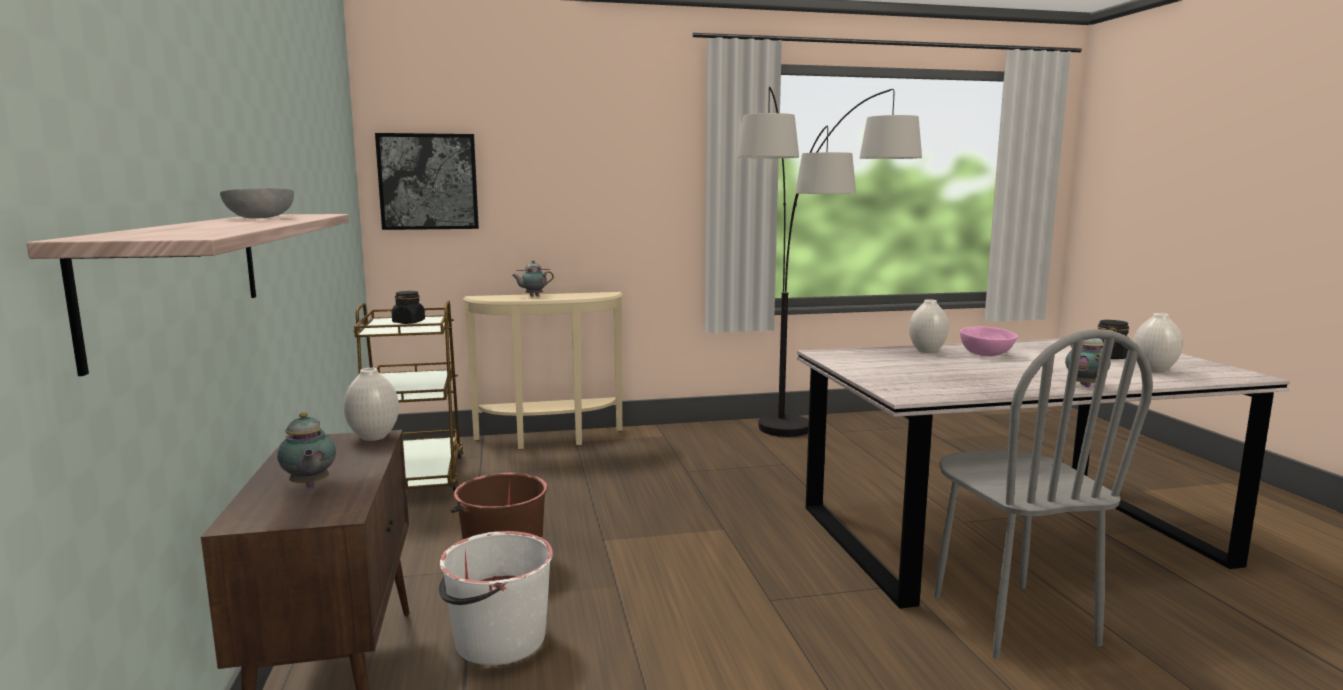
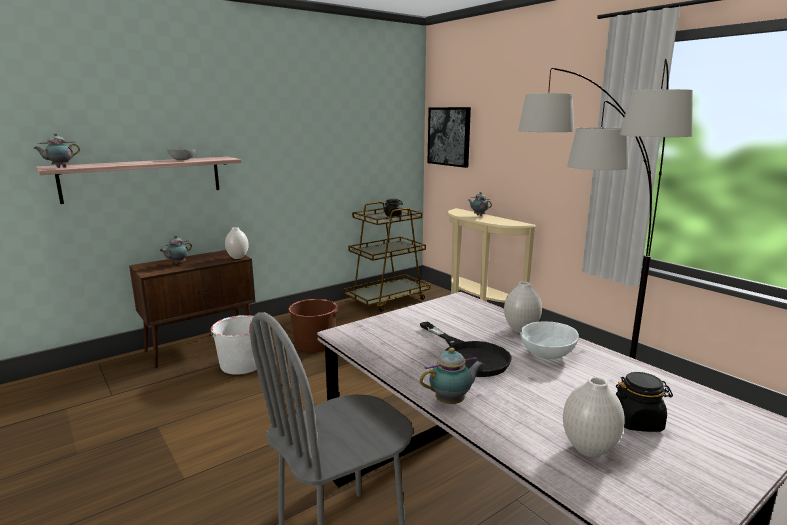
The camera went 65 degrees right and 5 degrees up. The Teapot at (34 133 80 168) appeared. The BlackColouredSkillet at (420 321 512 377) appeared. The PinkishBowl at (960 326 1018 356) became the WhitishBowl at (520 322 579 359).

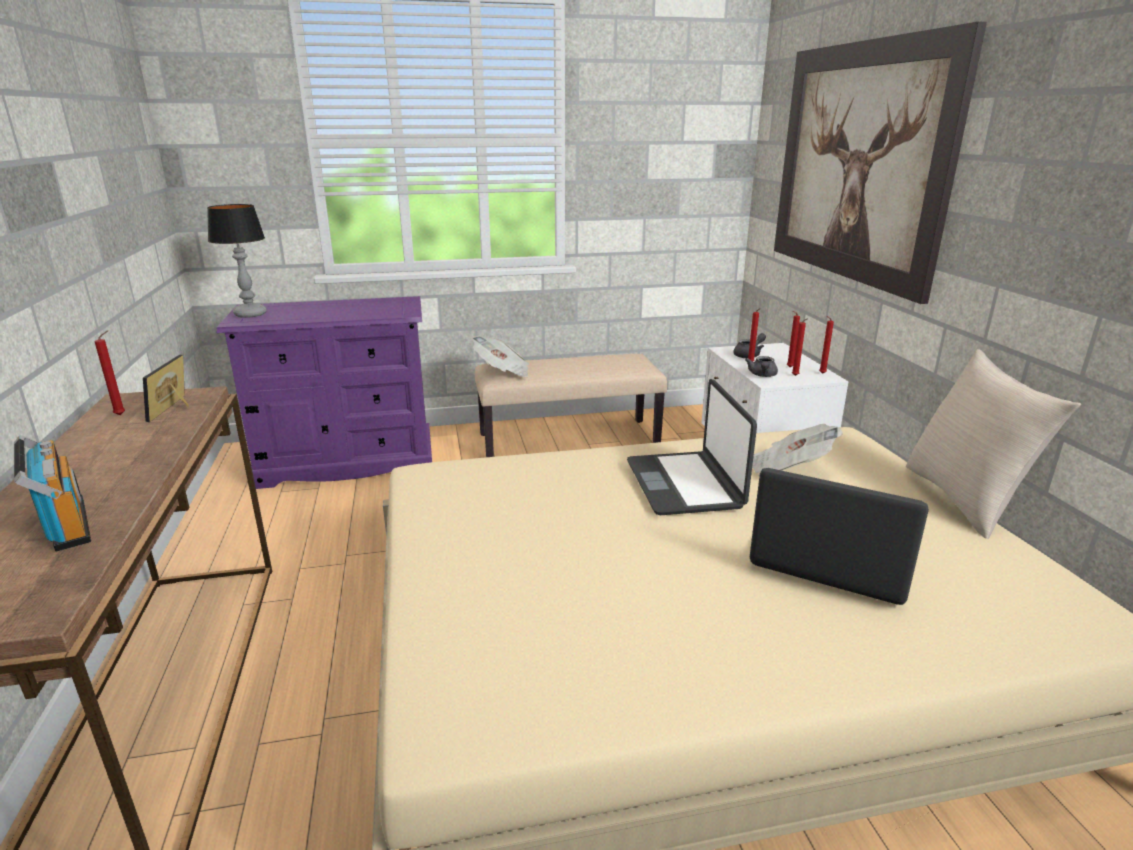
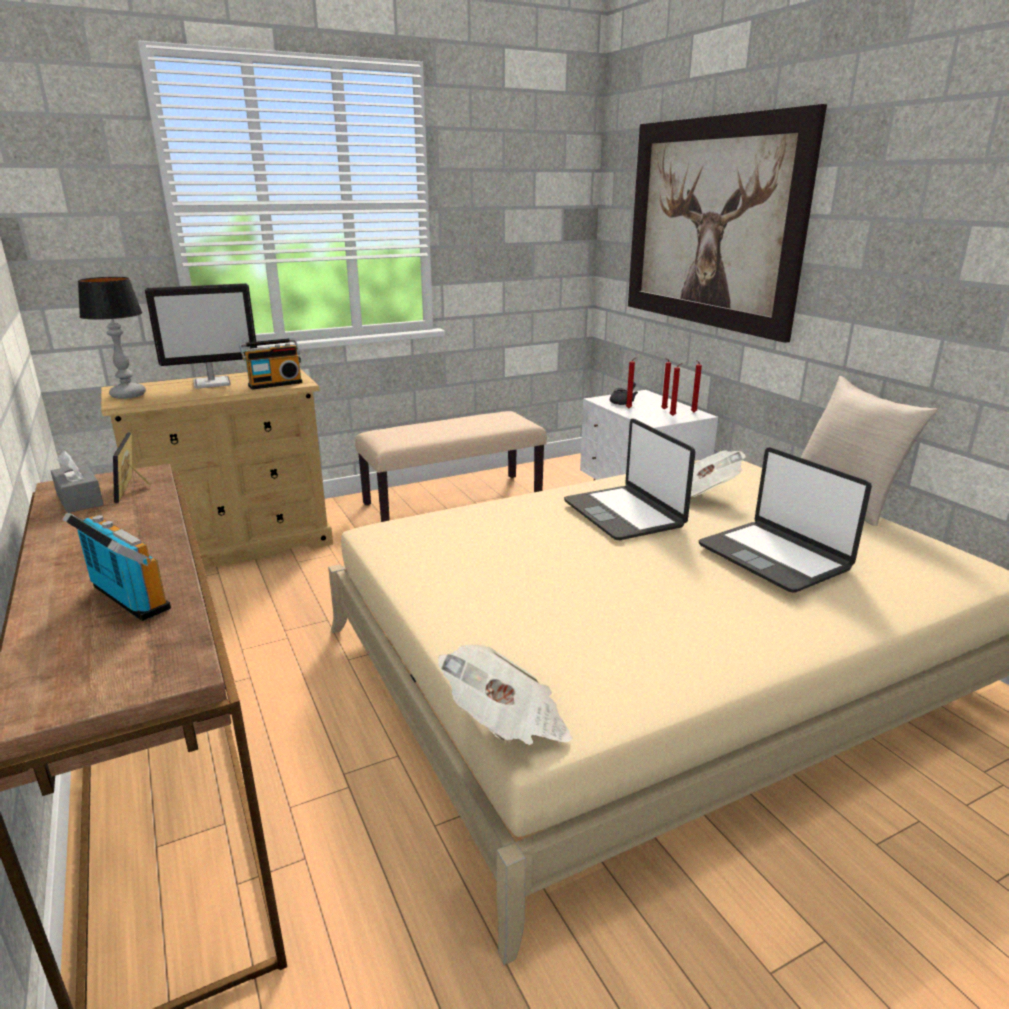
The camera went 15 degrees left and 0 degrees up. The RedCandle at (94 331 125 415) was replaced by the GrayBoxOfTissues at (51 451 104 513). The PurpleColouredDrawerChest at (216 296 432 489) became the BeigeDrawerChest at (101 369 333 568). The Monitor at (145 283 257 389) appeared. The Radio at (239 338 302 390) appeared. The DailyPaper moved from (472 336 529 377) to (438 645 572 745). The NotebookComputer at (750 468 929 605) turned 135 degrees counterclockwise. The GrayTeapot at (745 356 778 377) disappeared.

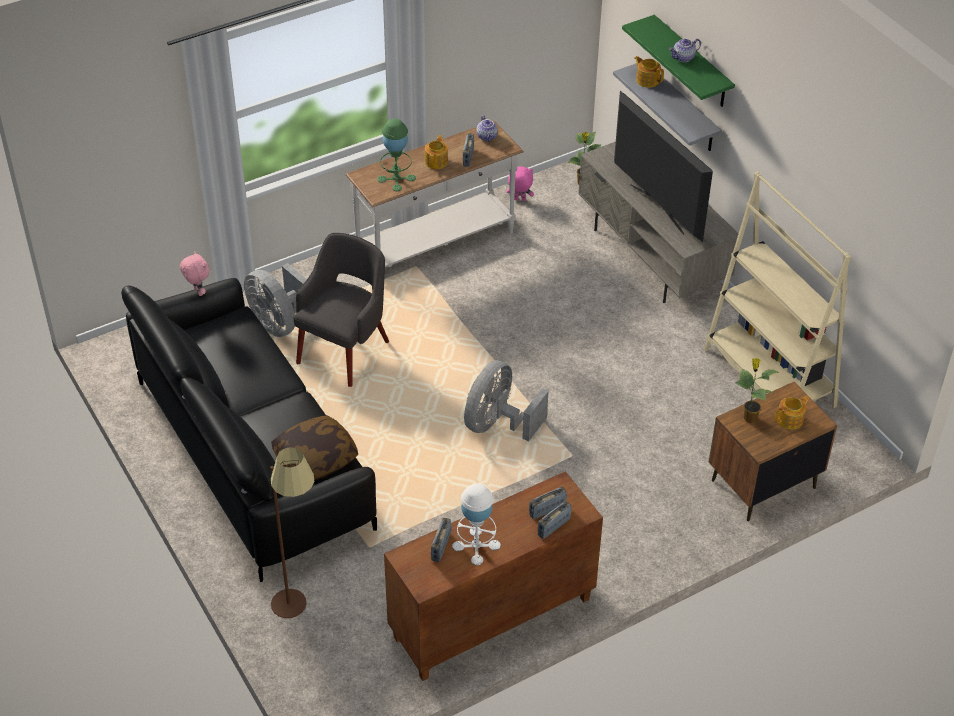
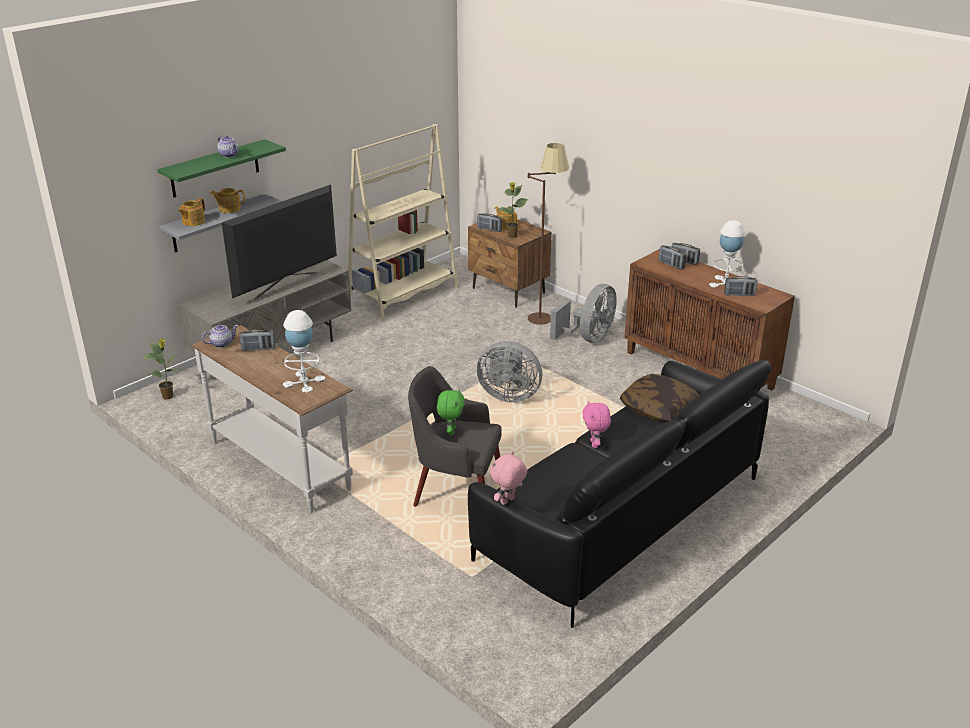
The camera went 105 degrees left and 15 degrees down. The Teapot moved from (425 135 448 169) to (210 188 245 213). The GreenLampForATable at (377 119 416 191) became the WhitishLampForATable at (283 310 325 393). The GreenPlushToy at (437 389 465 436) appeared. The Radio at (477 213 502 232) appeared. The BrownColouredStandardLamp moved from (270 447 314 618) to (528 143 569 325). The GrayCoolingFan moved from (244 263 307 337) to (550 284 617 343). The PinkishPlushToy moved from (507 166 534 201) to (582 400 611 448).

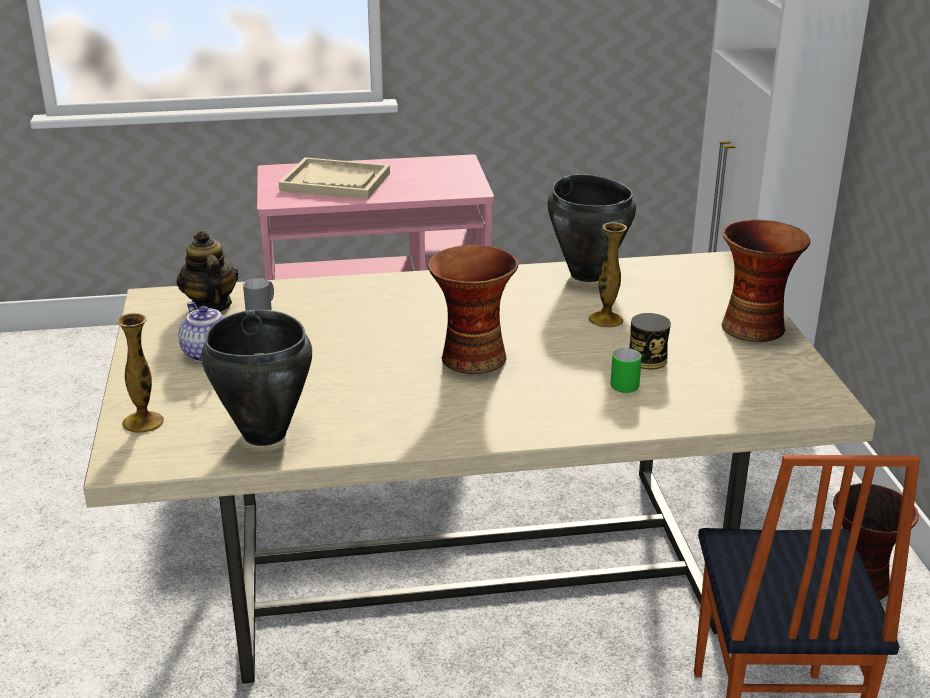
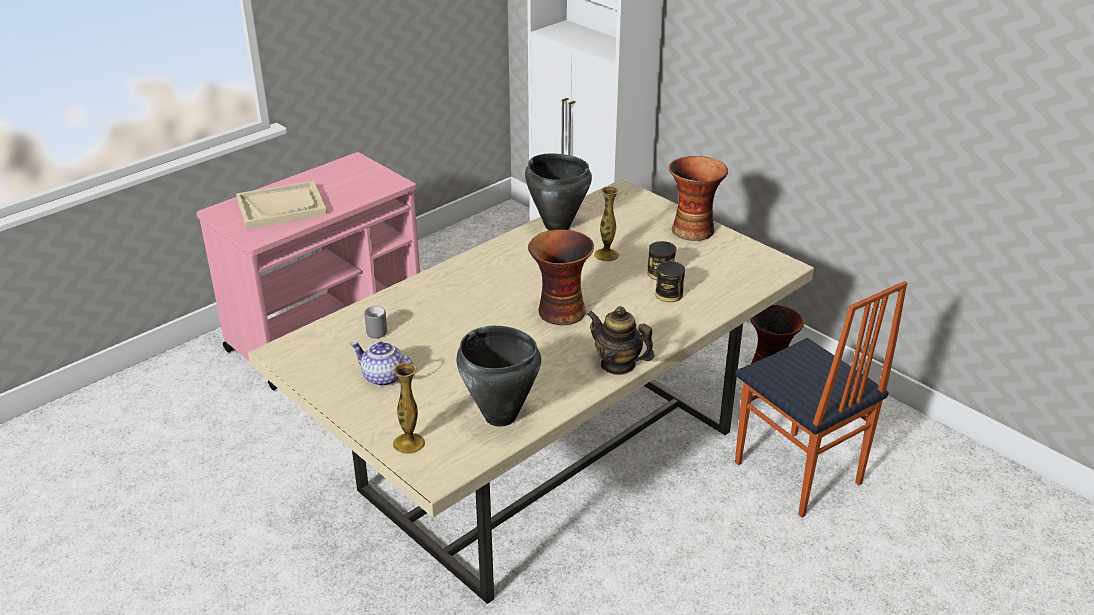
The camera went 35 degrees left and 5 degrees up. The Teapot moved from (177 230 239 312) to (587 306 654 375). The GreenCoffeeMug at (611 348 642 393) was replaced by the SealedCan at (655 261 685 302).

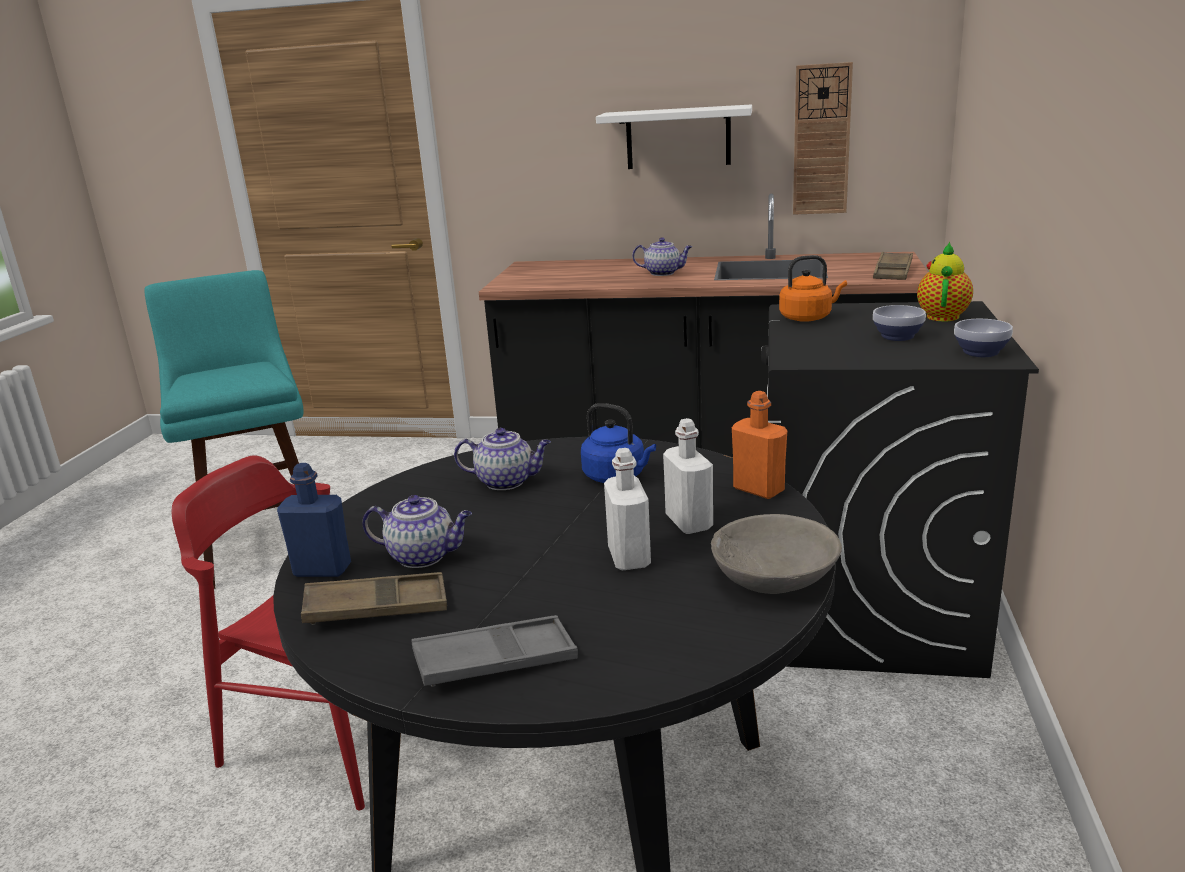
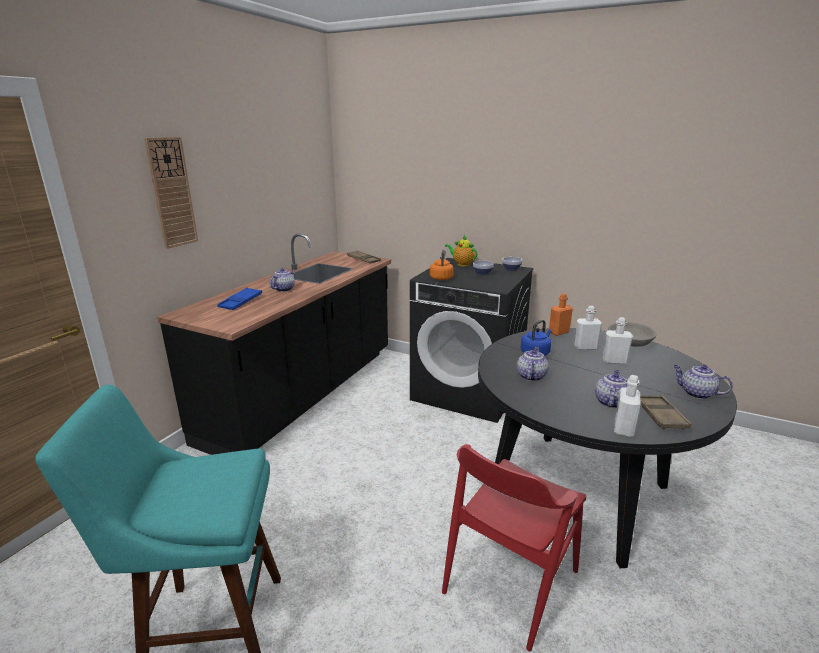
The camera went 75 degrees left and 0 degrees up. The WallClock moved from (793 62 853 215) to (144 137 198 249). The BlueCarryingTray at (217 287 262 310) appeared. The BlueDrinkBottle at (277 463 351 577) became the WhitishDrinkBottle at (614 375 641 437). The GrayCarryingTray at (411 615 578 687) was replaced by the Teapot at (673 365 733 399). The WhitishBracketShelf at (596 104 752 169) disappeared.

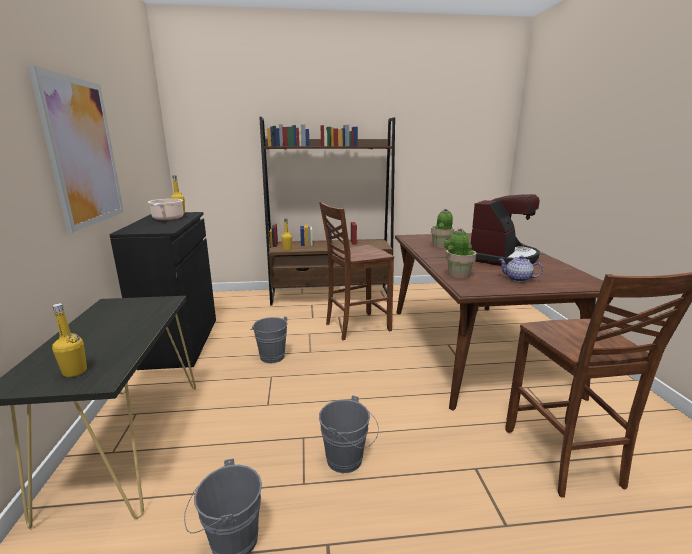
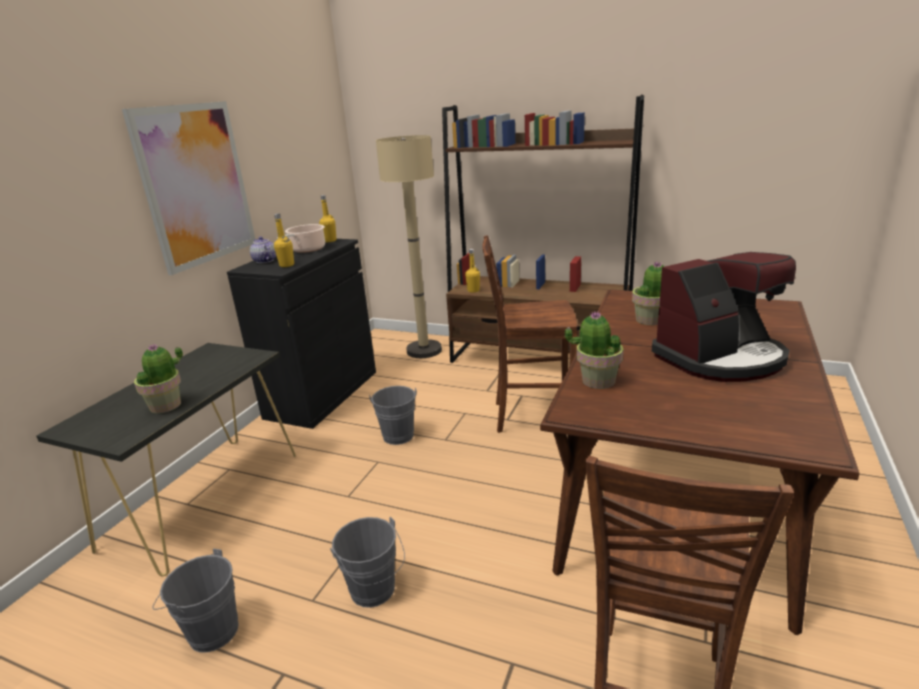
The camera went 30 degrees right and 5 degrees up. The PottedPlant at (134 343 183 414) appeared. The Teapot moved from (499 256 543 282) to (250 237 276 263). The YellowDrinkBottle moved from (52 303 87 377) to (274 213 294 267). The BeigeStandardLamp at (376 135 442 358) appeared.

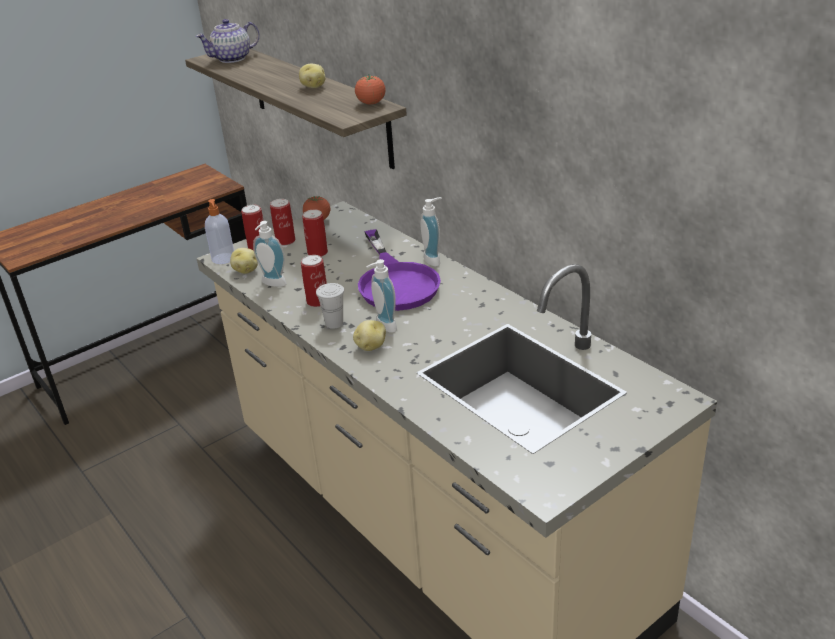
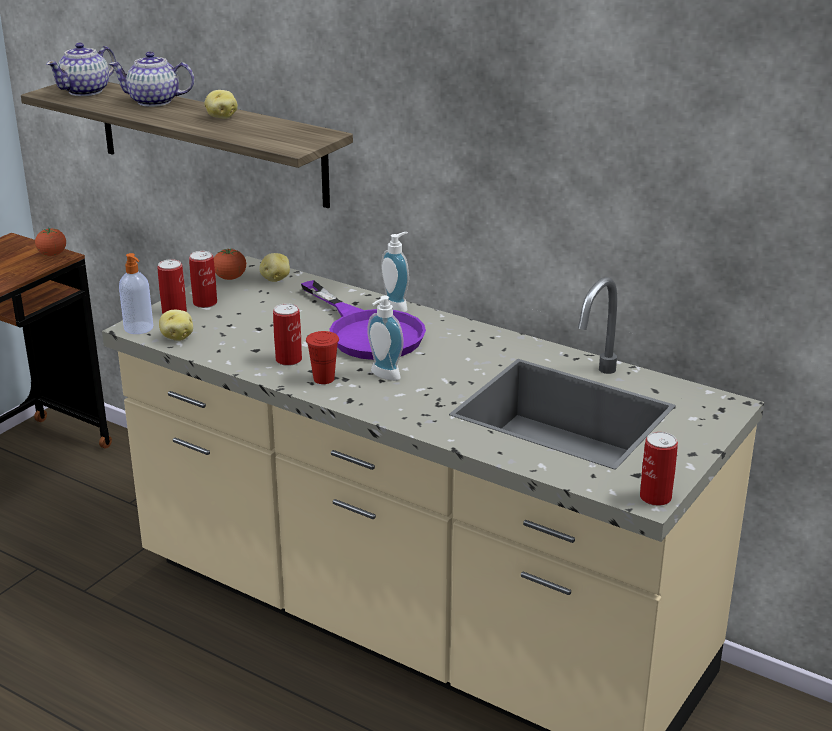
The camera went 20 degrees left and 5 degrees down. The Tomato moved from (355 74 386 104) to (35 227 66 256). The Teapot at (109 52 194 107) appeared. The Spud moved from (353 320 386 351) to (259 253 290 282). The WhitishCup at (316 283 344 329) became the RedCup at (306 331 339 384). The SealedCan moved from (302 210 328 257) to (640 432 678 506). The SoapDispenser at (253 221 287 287) disappeared.

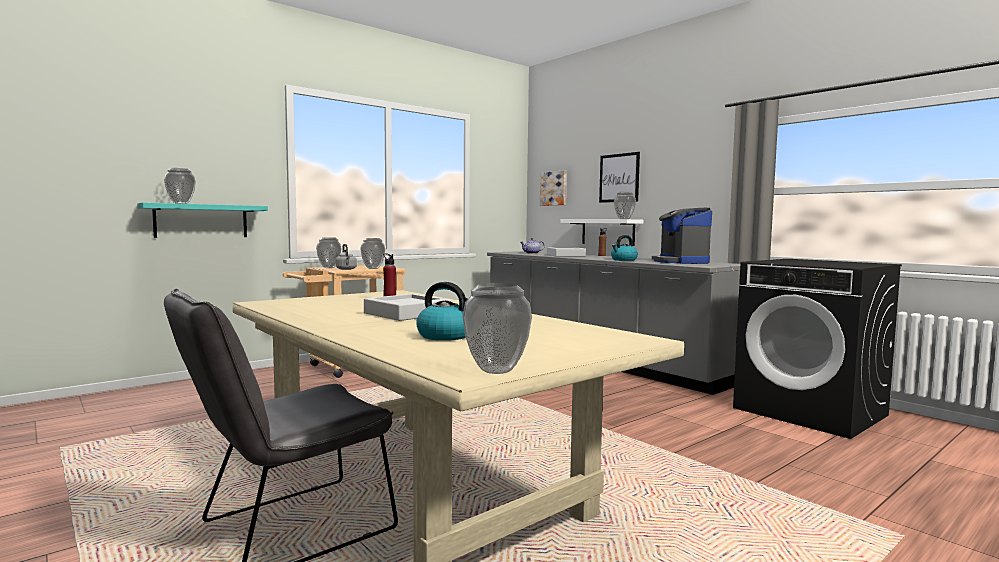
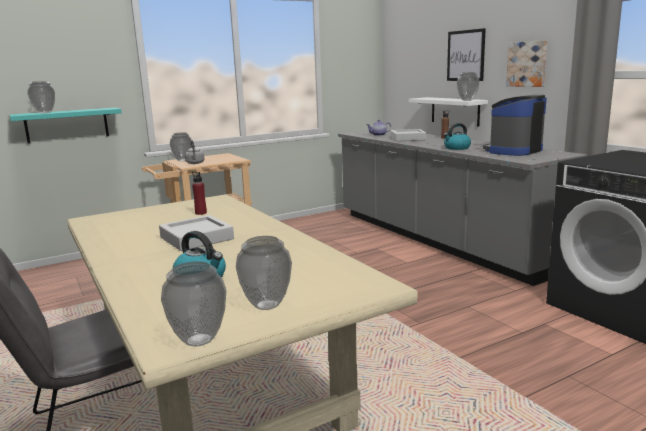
The camera went 10 degrees right and 10 degrees up. The FlowerVase moved from (360 238 385 269) to (236 236 292 310). The CoffeeMachine at (652 208 712 264) turned 45 degrees clockwise. The WallArt moved from (540 170 567 206) to (506 40 547 87).

